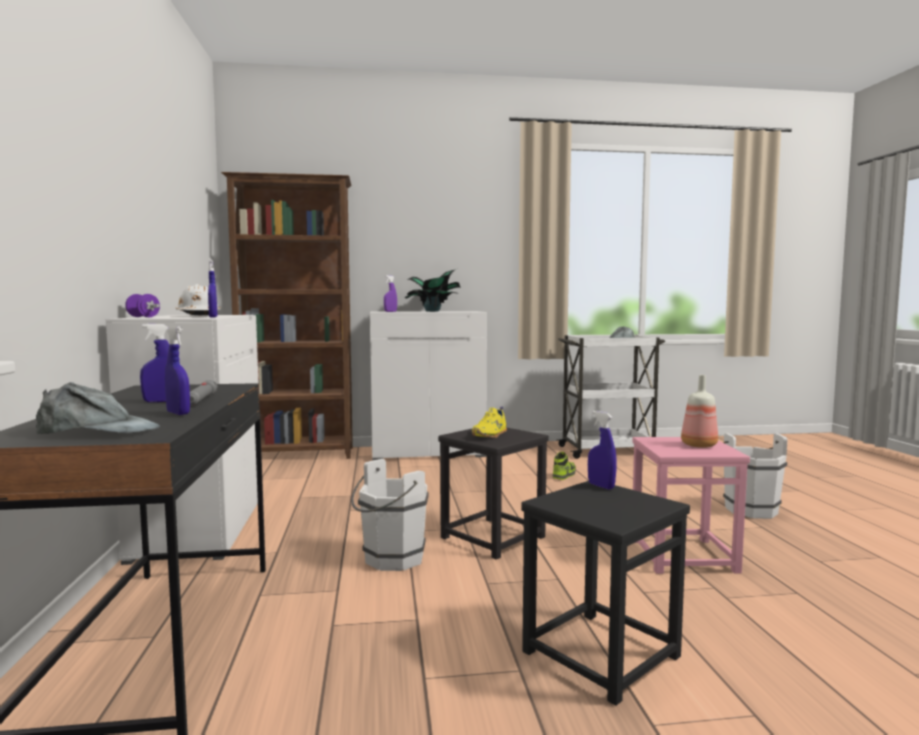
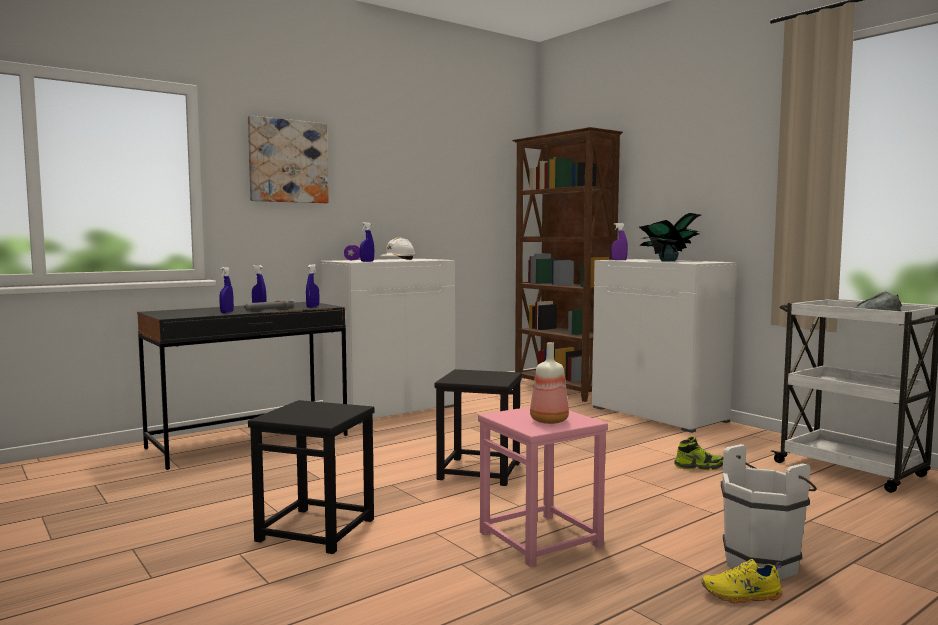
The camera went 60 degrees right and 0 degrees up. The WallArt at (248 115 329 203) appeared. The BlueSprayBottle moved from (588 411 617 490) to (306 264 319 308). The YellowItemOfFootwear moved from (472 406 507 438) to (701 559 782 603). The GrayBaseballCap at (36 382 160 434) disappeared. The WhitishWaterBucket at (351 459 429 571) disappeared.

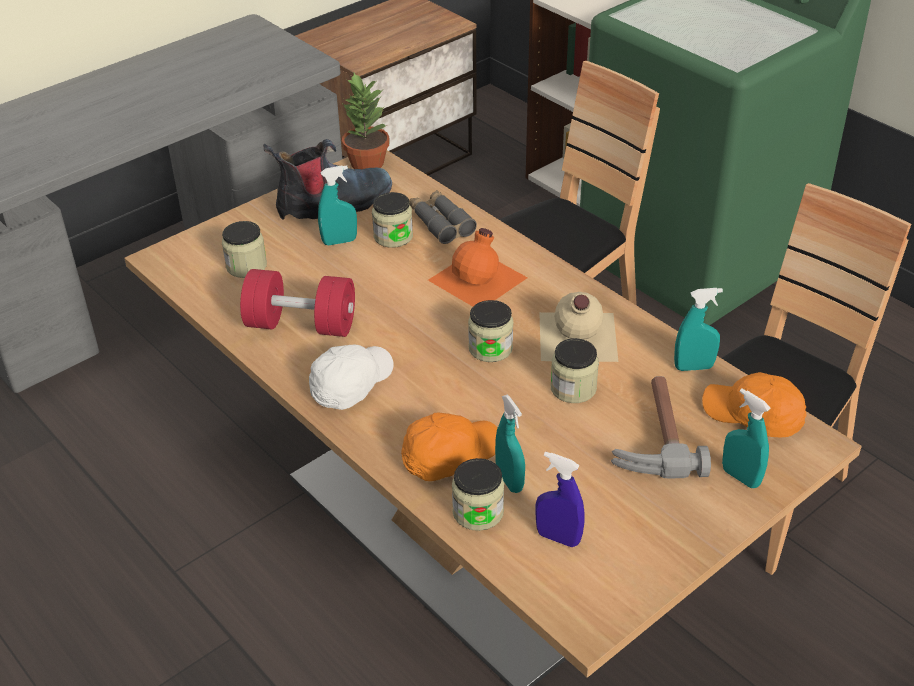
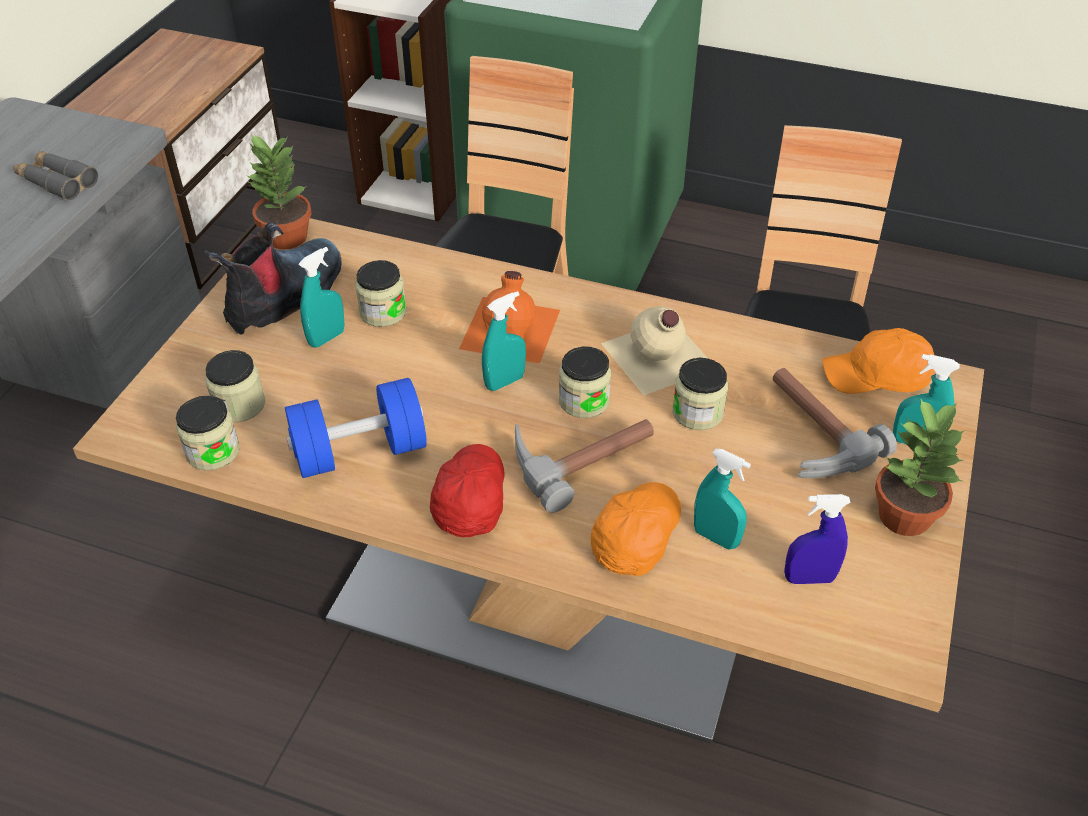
The camera went 30 degrees left and 5 degrees up. The GrayPairOfBinoculars moved from (409 190 477 244) to (13 151 98 200). The Jar moved from (452 458 504 531) to (176 396 240 470). The RedHandWeight at (240 269 355 337) became the BlueHandWeight at (285 378 427 478). The WhitishBaseballCap at (309 345 394 410) became the RedBaseballCap at (430 444 504 537). The TurquoiseColouredSprayBottle moved from (674 288 723 371) to (482 291 526 391). The HandHammer at (515 419 654 513) appeared. The PottedPlant at (875 399 965 536) appeared.

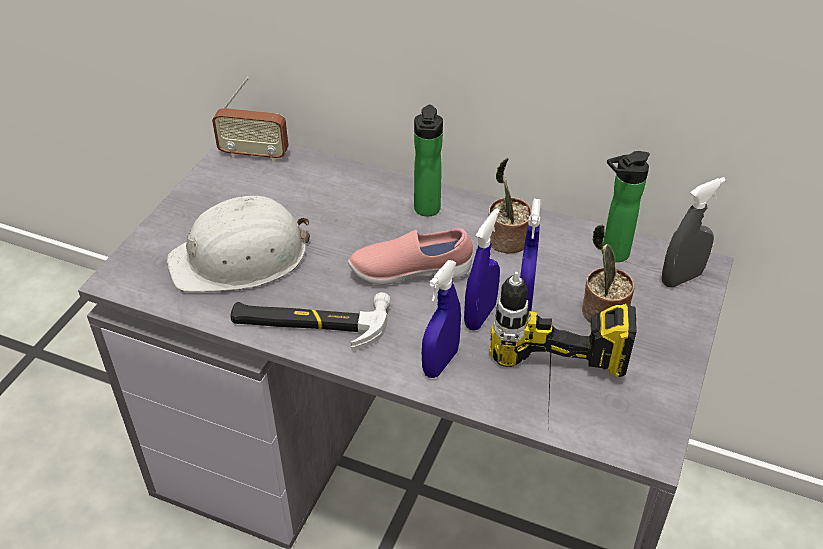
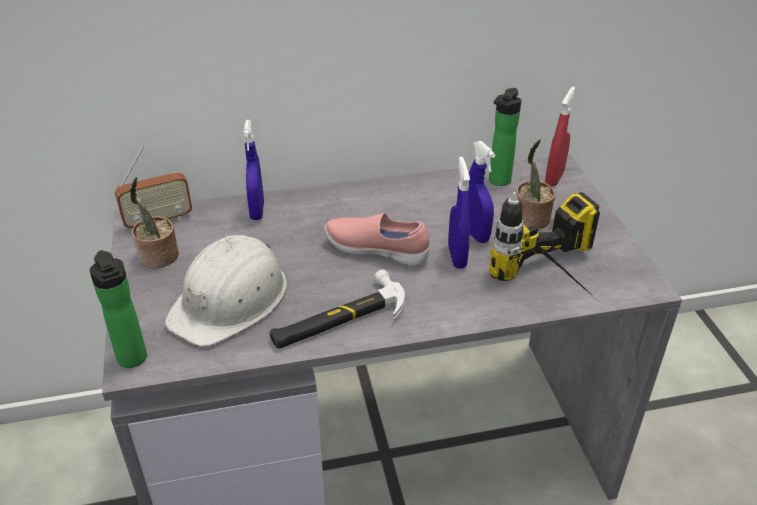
The camera went 35 degrees left and 5 degrees down. The DrinkBottle moved from (414 105 443 217) to (89 250 147 368). The PottedPlant moved from (488 158 532 253) to (130 177 179 268). The BlueSprayBottle moved from (422 260 461 378) to (243 120 264 220). The PinkishItemOfFootwear at (348 228 473 285) turned 60 degrees clockwise. The GraySprayBottle at (662 177 726 287) became the RedSprayBottle at (545 87 575 187).

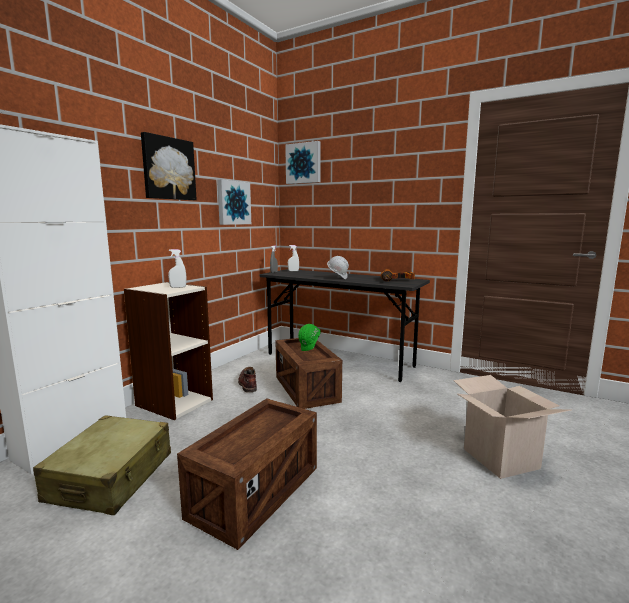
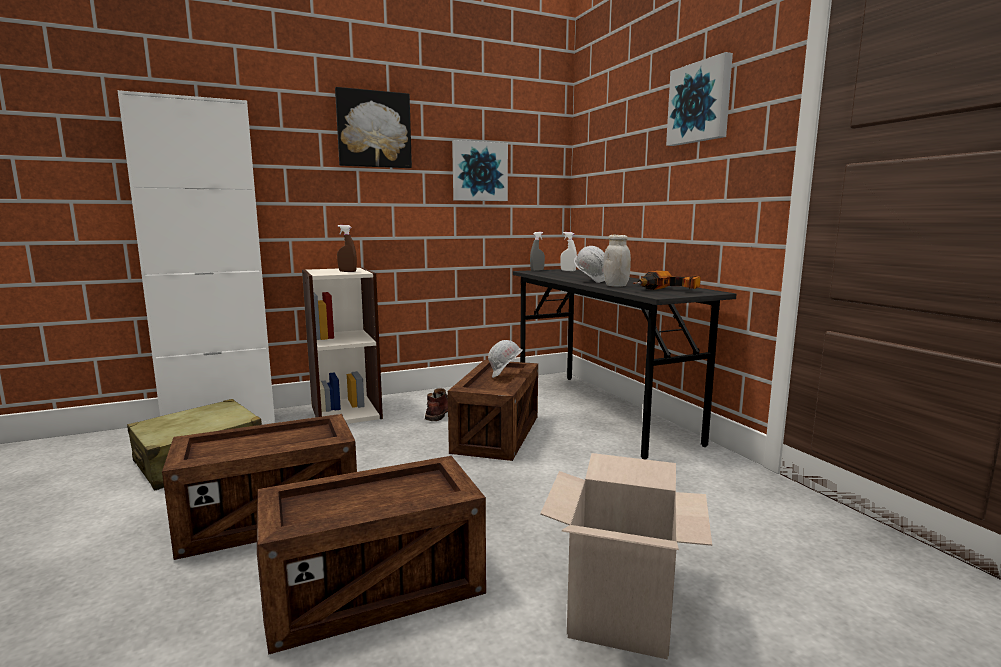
The camera went 35 degrees right and 0 degrees up. The Crate at (257 456 486 655) appeared. The WhitishSprayBottle at (168 249 186 288) became the BrownColouredSprayBottle at (337 225 357 272). The GreenHardHat at (298 324 321 351) became the WhitishHardHat at (488 340 523 378). The WhitishJar at (603 235 631 287) appeared. The WallArt moved from (285 141 321 184) to (666 52 733 146).

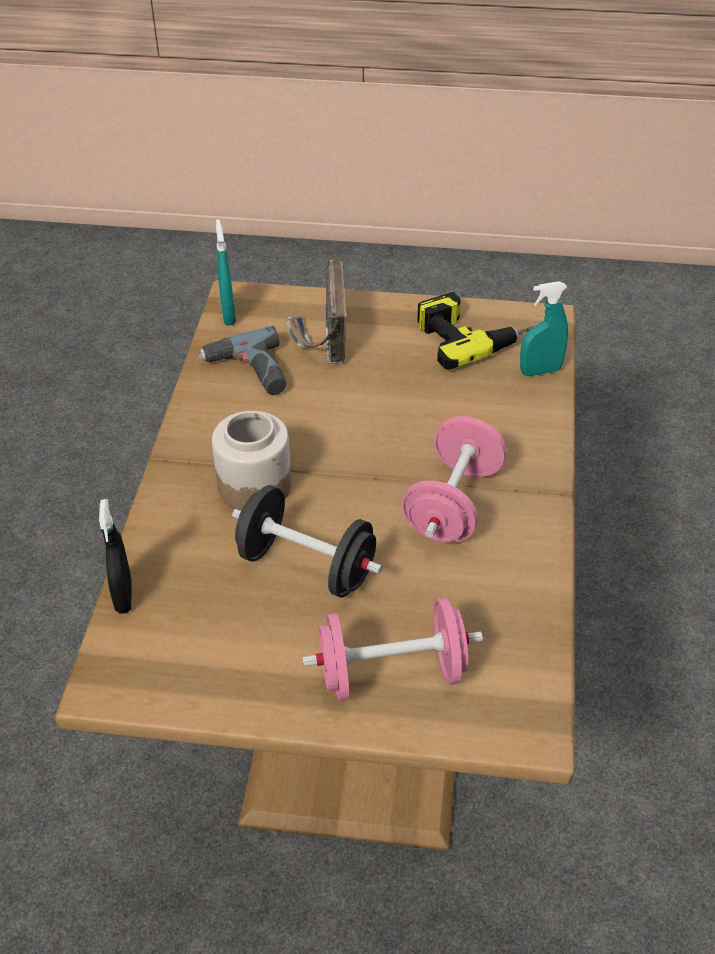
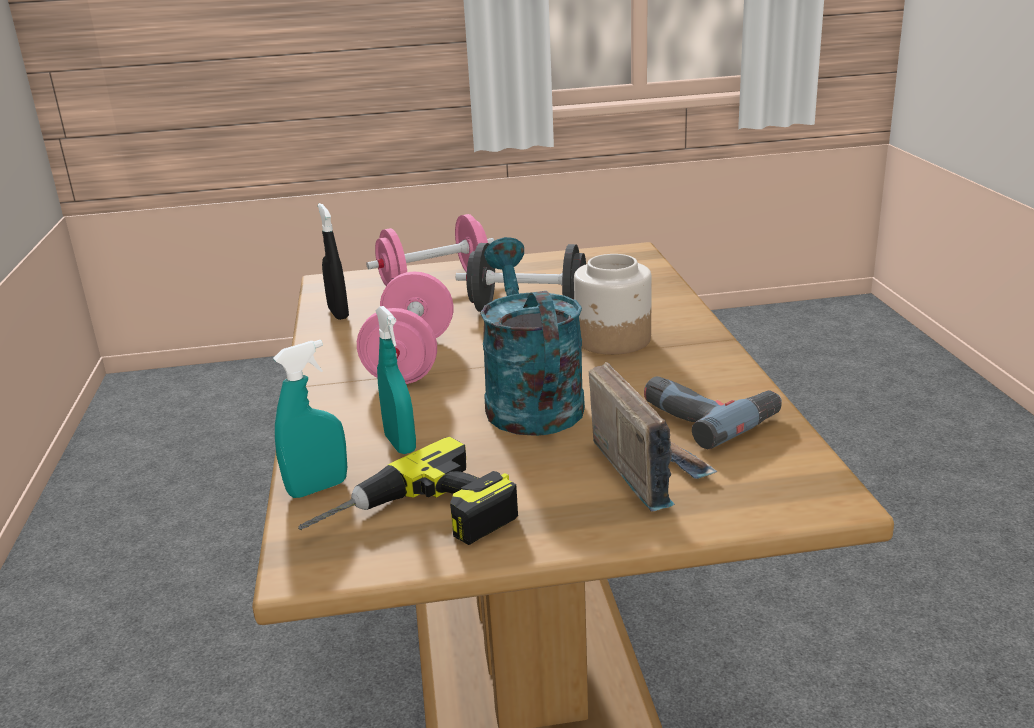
The camera went 165 degrees right and 20 degrees down. The BlackColouredSprayBottle moved from (99 499 131 613) to (318 203 349 320). The TurquoiseColouredSprayBottle moved from (216 219 236 325) to (375 306 416 454). The TurquoiseColouredWateringCan at (480 237 585 436) appeared.

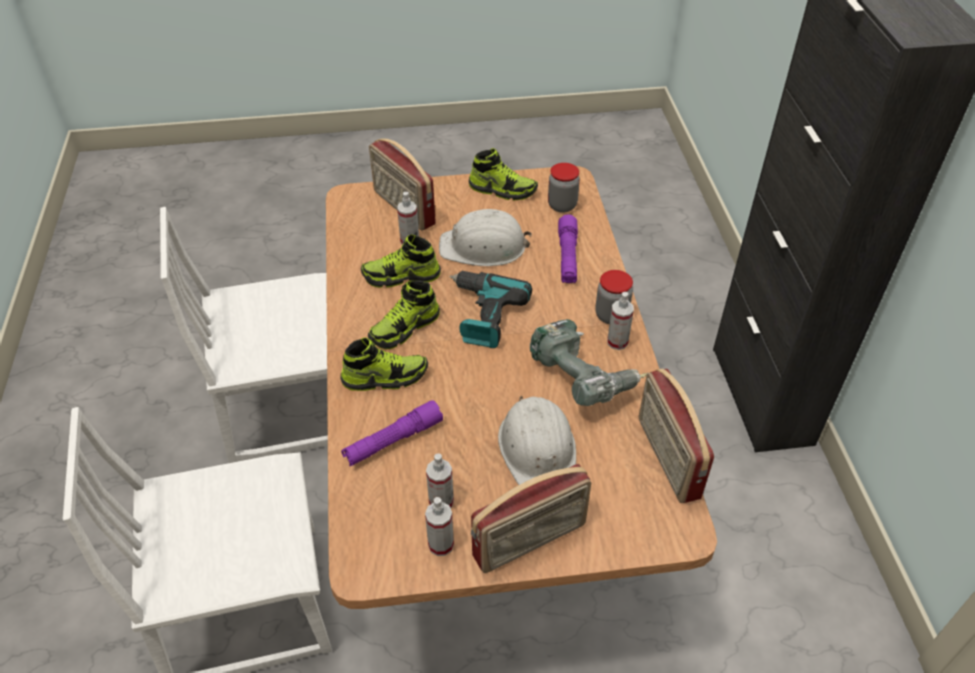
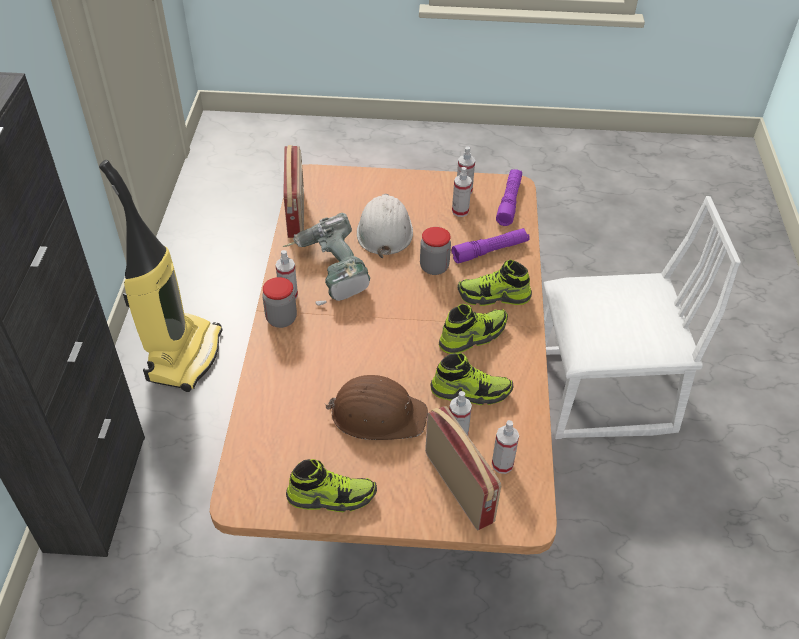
The camera went 170 degrees left and 0 degrees up. The Vacuum at (99 160 223 392) appeared. The ItemOfFootwear at (469 148 538 201) turned 150 degrees clockwise. The WhitishHardHat at (439 209 532 266) became the BrownColouredHardHat at (325 375 428 440). The Jar moved from (548 163 580 213) to (420 227 451 275). The SprayBottle at (492 420 519 474) appeared. The PurpleColouredTorch moved from (558 214 578 283) to (496 169 522 226). The WhitishPlainChair at (160 207 328 463) disappeared. The PowerDrill at (450 271 532 348) disappeared. The Radio at (471 464 591 573) disappeared.

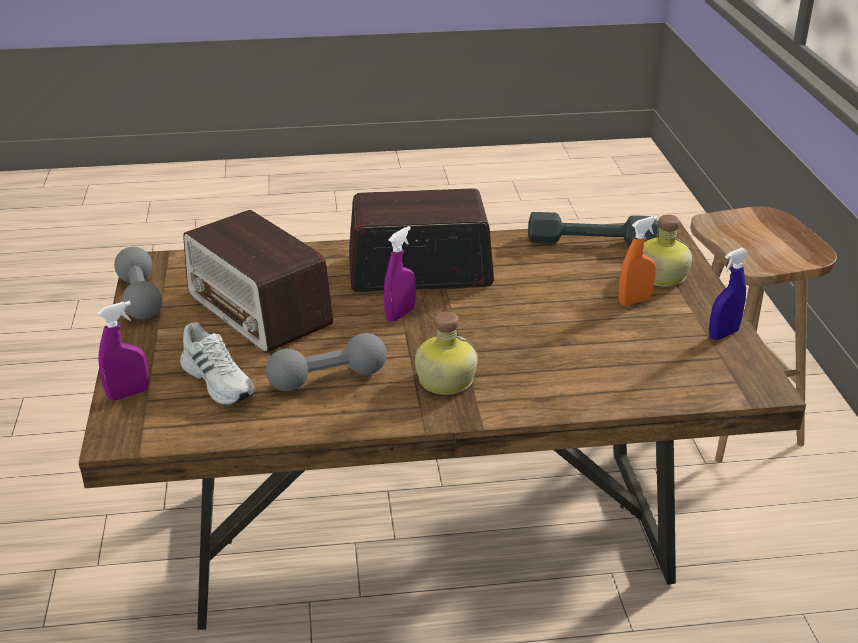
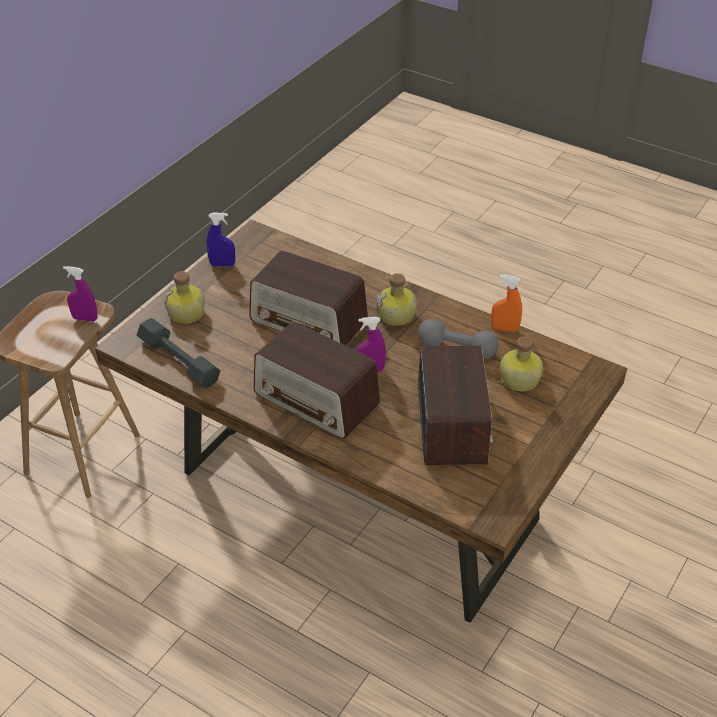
The camera went 140 degrees left and 10 degrees up. The PurpleColouredSprayBottle moved from (98 301 149 401) to (63 266 97 322). The Radio at (249 250 368 346) appeared. The OrangeColouredSprayBottle moved from (618 216 658 306) to (491 275 522 332). The WhitishItemOfFootwear at (180 322 255 406) was replaced by the DrinkBottle at (500 337 543 392). The GrayHandWeight at (114 247 162 319) disappeared.

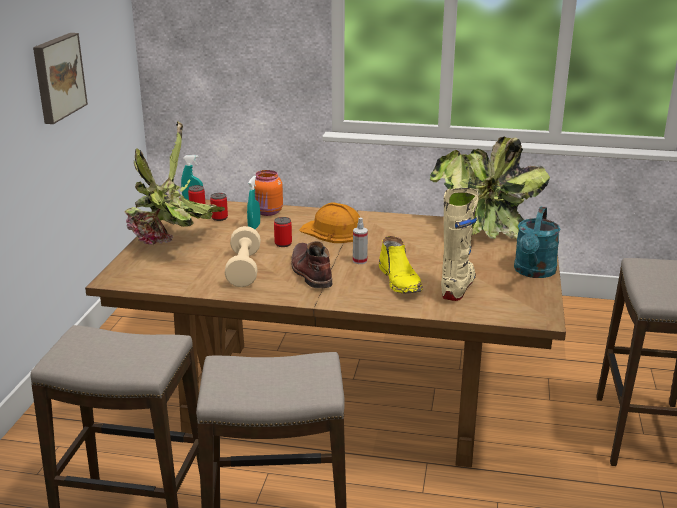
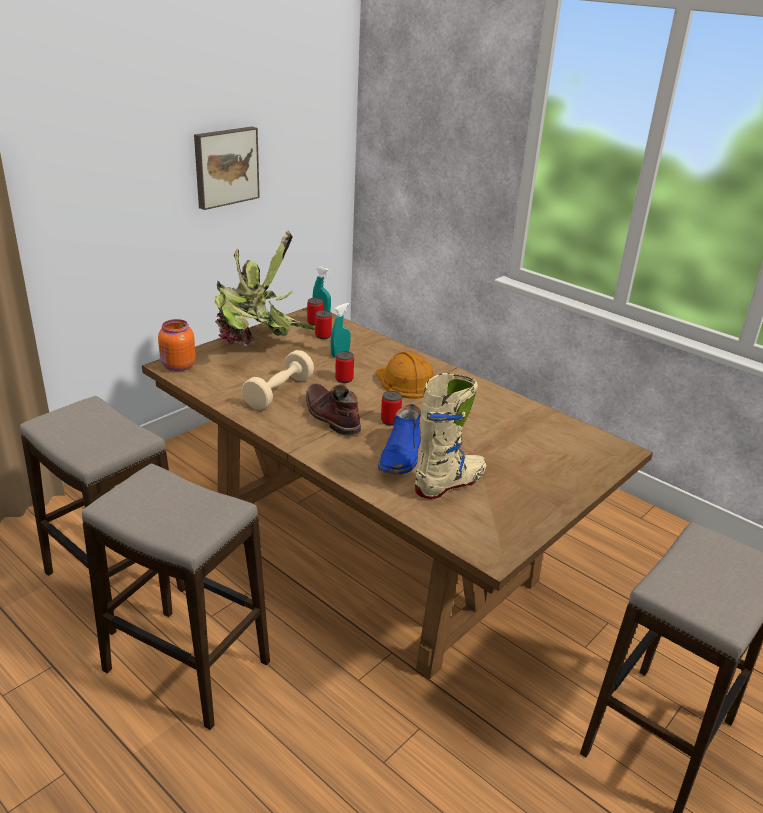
The camera went 30 degrees right and 5 degrees up. The OrangeColouredJar moved from (254 170 283 216) to (158 319 196 371). The BrownColouredHighTopBoot at (291 241 332 288) turned 45 degrees counterclockwise. The YellowHighTopBoot at (379 236 422 293) became the BlueHighTopBoot at (378 404 421 475). The SprayBottle at (353 218 368 264) was replaced by the SealedCan at (381 391 402 426). The PottedPlant at (430 136 550 239) disappeared. The TurquoiseColouredWateringCan at (514 207 561 278) disappeared.

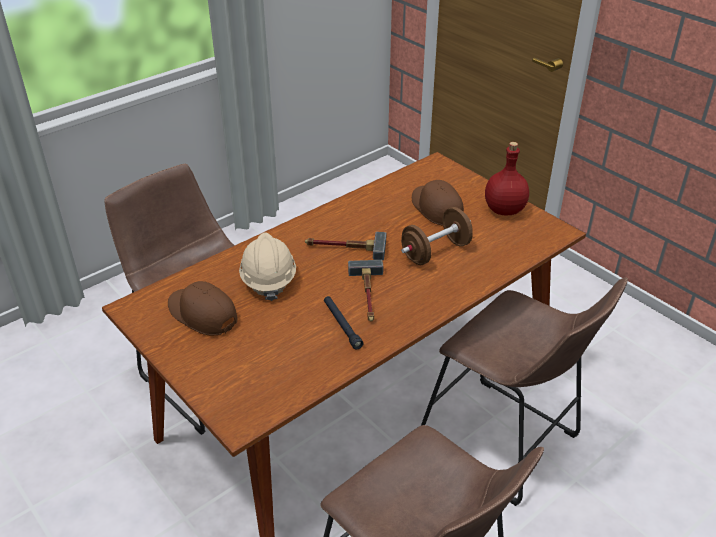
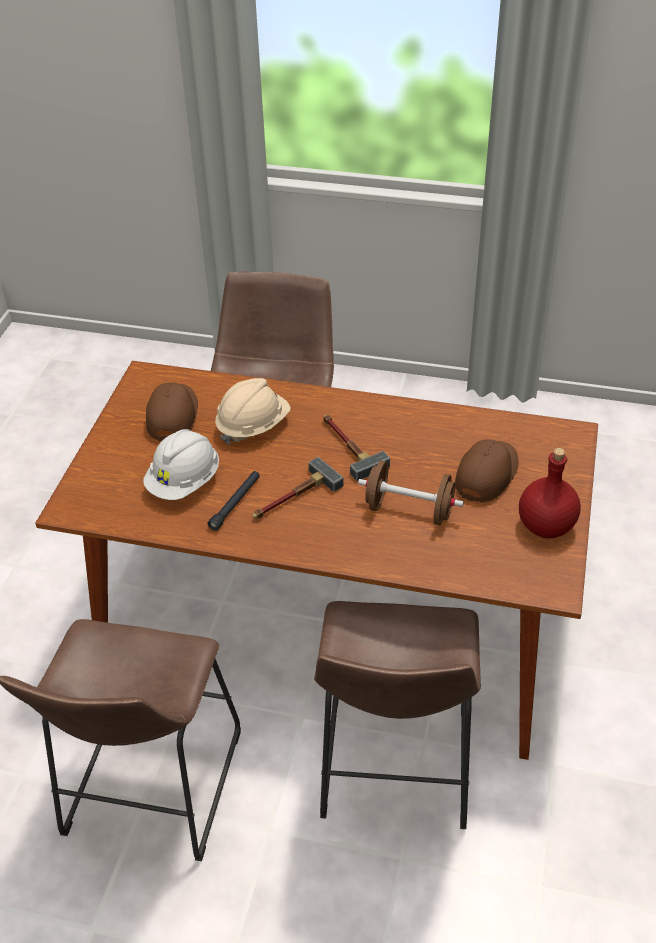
The camera went 55 degrees right and 5 degrees up. The WhitishHardHat at (143 429 219 500) appeared.

